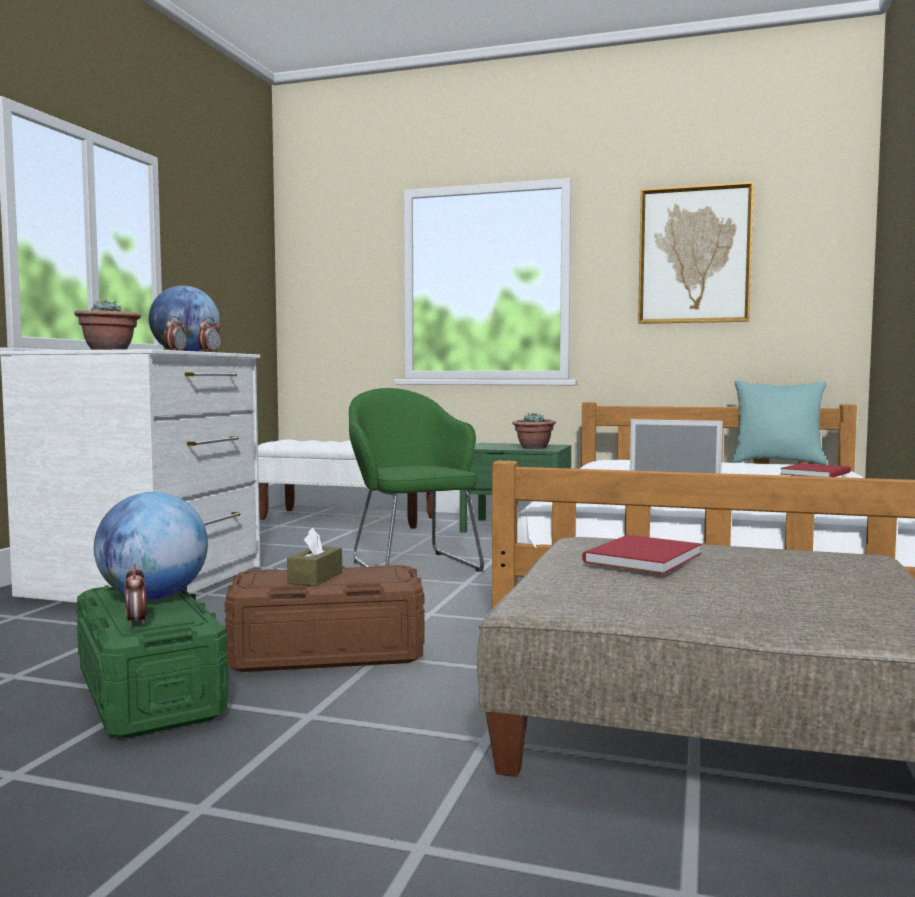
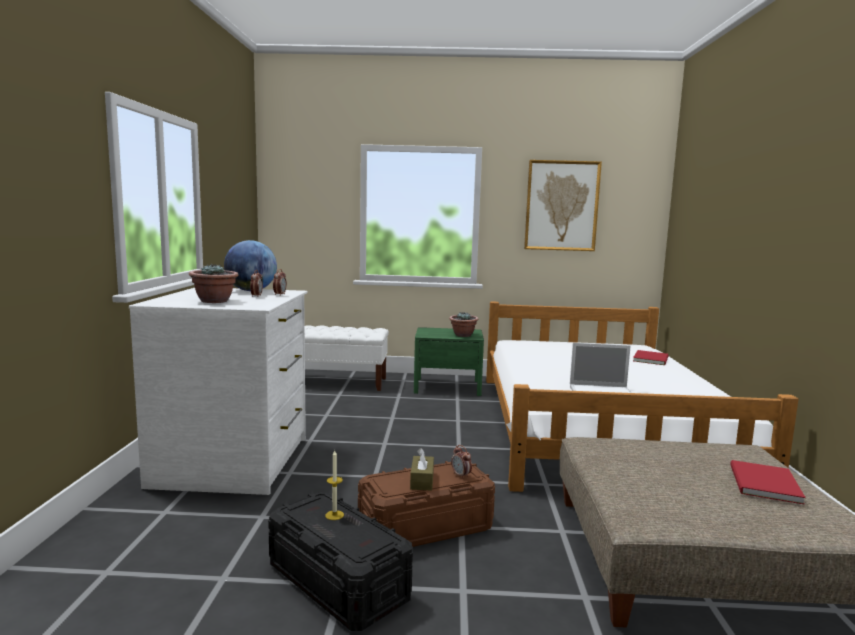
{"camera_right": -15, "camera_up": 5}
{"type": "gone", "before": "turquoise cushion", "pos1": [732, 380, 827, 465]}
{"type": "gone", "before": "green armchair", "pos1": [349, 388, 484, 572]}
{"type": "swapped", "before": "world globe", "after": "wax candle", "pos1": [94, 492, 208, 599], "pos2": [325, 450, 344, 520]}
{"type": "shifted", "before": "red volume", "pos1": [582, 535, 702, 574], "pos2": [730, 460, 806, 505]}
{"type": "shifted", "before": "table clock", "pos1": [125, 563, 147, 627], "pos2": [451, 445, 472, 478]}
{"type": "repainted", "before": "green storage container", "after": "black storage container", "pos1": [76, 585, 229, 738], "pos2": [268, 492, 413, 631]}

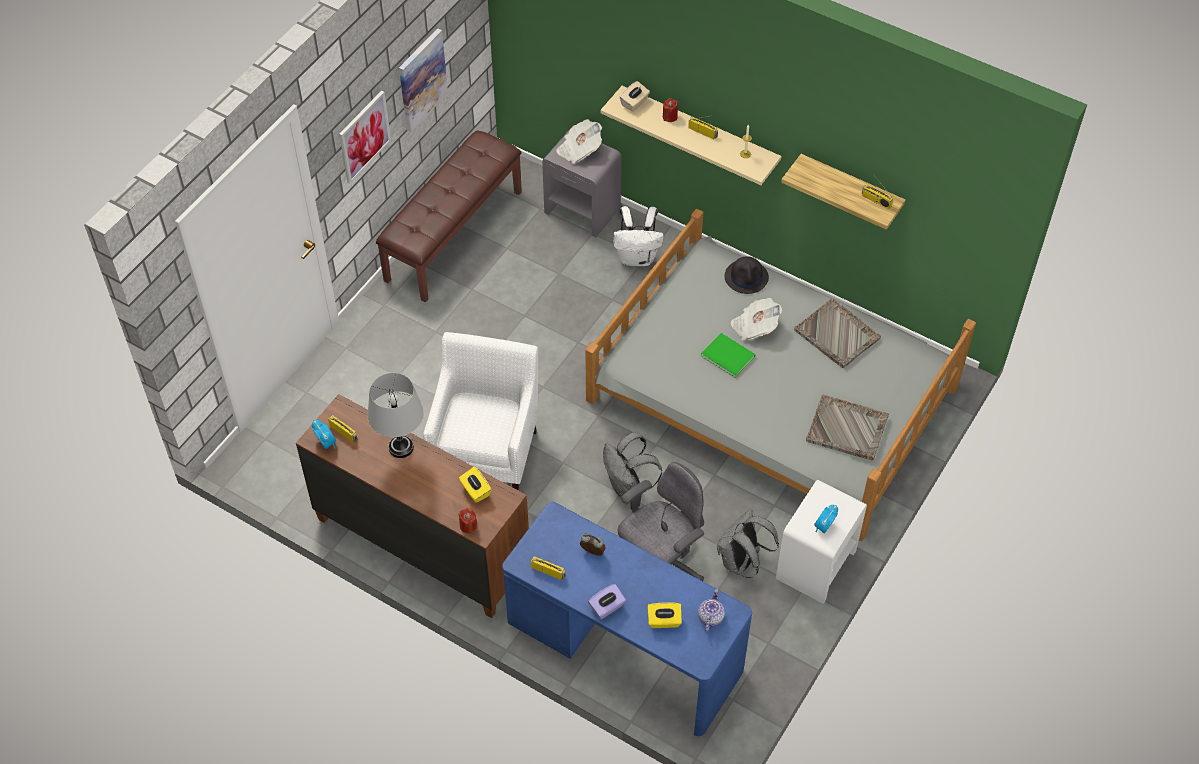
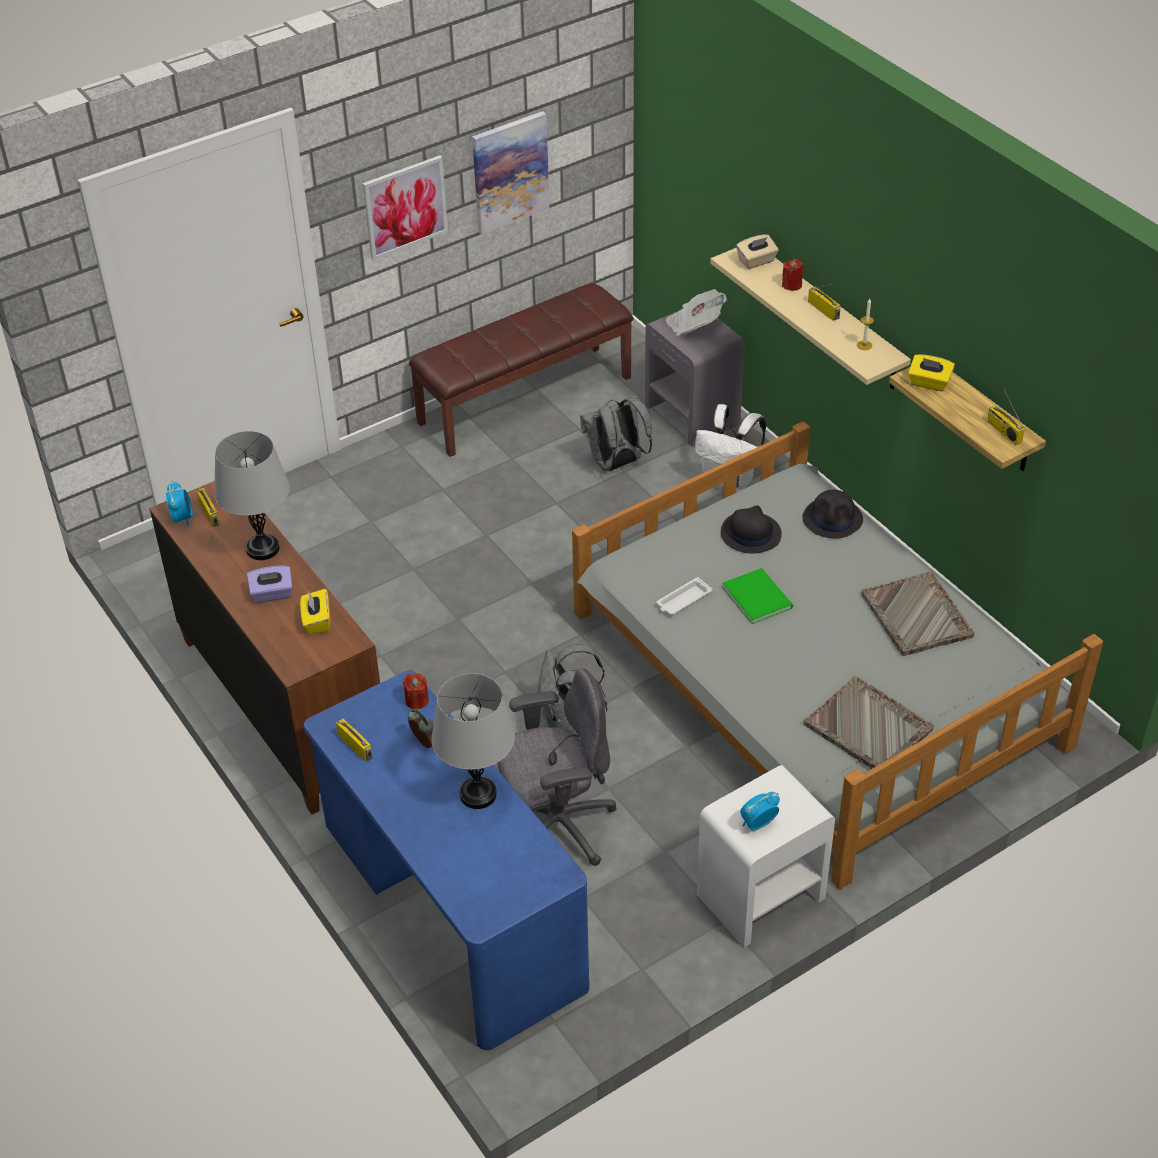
{"camera_right": 25, "camera_up": -10}
{"type": "gone", "before": "newspaper", "pos1": [730, 298, 782, 341]}
{"type": "gone", "before": "white armchair", "pos1": [423, 332, 538, 490]}
{"type": "shifted", "before": "red wax candle", "pos1": [459, 508, 477, 533], "pos2": [403, 673, 429, 709]}
{"type": "shifted", "before": "gray knapsack", "pos1": [717, 508, 779, 578], "pos2": [580, 396, 652, 471]}
{"type": "shifted", "before": "purple-coloured tissue holder", "pos1": [588, 584, 626, 619], "pos2": [247, 566, 293, 603]}
{"type": "gone", "before": "tea pot", "pos1": [698, 589, 725, 632]}
{"type": "shifted", "before": "yellow-coloured tissue holder", "pos1": [647, 602, 682, 628], "pos2": [908, 354, 955, 391]}
{"type": "new", "after": "black clothing hat", "pos2": [721, 505, 782, 553]}
{"type": "new", "after": "white serving tray", "pos2": [657, 577, 713, 615]}
{"type": "new", "after": "gray table lamp", "pos2": [431, 673, 515, 809]}

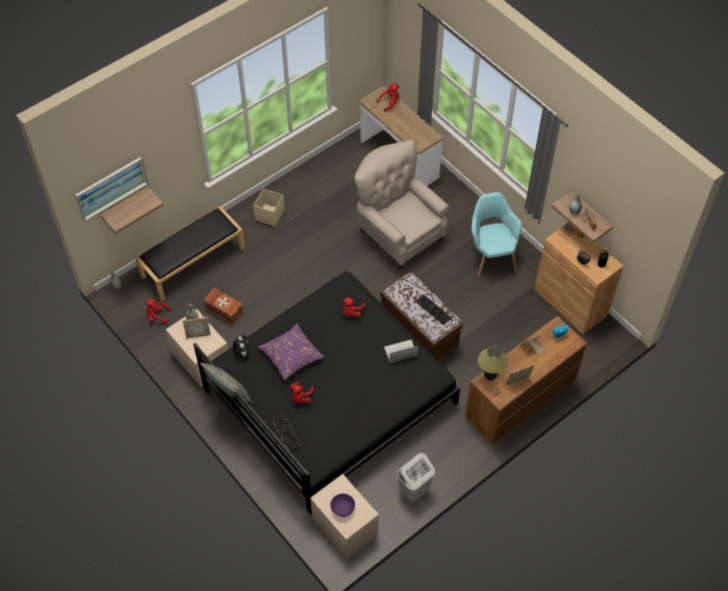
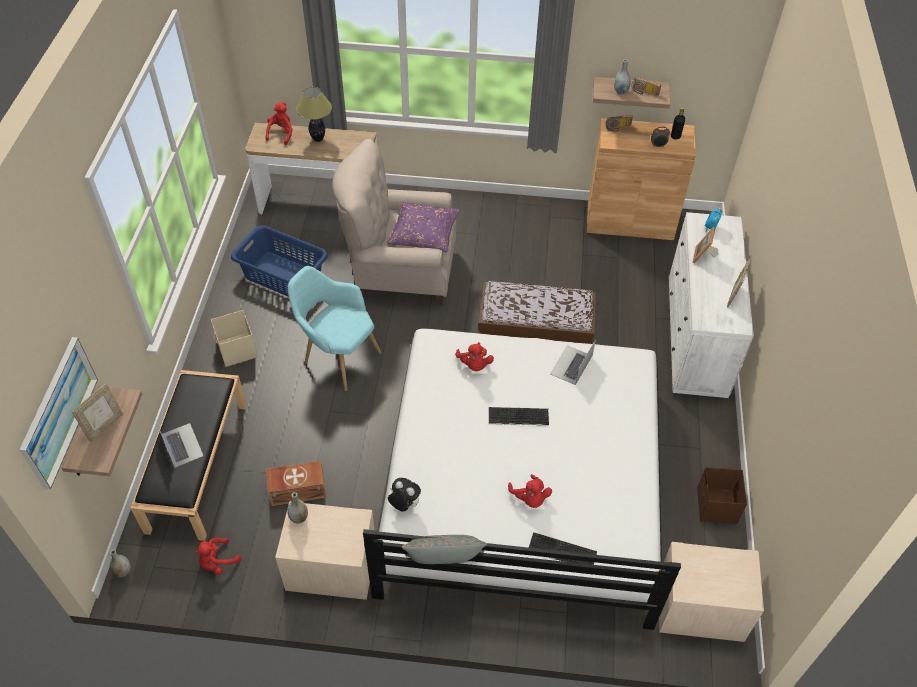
{"camera_right": -45, "camera_up": -5}
{"type": "shifted", "before": "turquoise armchair", "pos1": [471, 192, 522, 278], "pos2": [288, 266, 381, 391]}
{"type": "repainted", "before": "black bed", "after": "white bed", "pos1": [193, 271, 460, 515], "pos2": [363, 329, 681, 630]}
{"type": "shifted", "before": "PC keyboard", "pos1": [415, 294, 452, 326], "pos2": [489, 407, 549, 425]}
{"type": "repainted", "before": "brown-coloured dresser", "after": "white dresser", "pos1": [465, 316, 587, 445], "pos2": [669, 212, 754, 398]}
{"type": "shifted", "before": "standing frame", "pos1": [183, 317, 211, 338], "pos2": [72, 383, 123, 442]}
{"type": "shifted", "before": "purple-coloured cushion", "pos1": [258, 324, 324, 381], "pos2": [387, 201, 460, 252]}
{"type": "shifted", "before": "table lamp", "pos1": [478, 346, 508, 380], "pos2": [296, 87, 332, 142]}
{"type": "swapped", "before": "white laundry basket", "after": "brown-coloured storage container", "pos1": [397, 453, 435, 502], "pos2": [697, 467, 747, 524]}
{"type": "gone", "before": "purple-coloured serving bowl", "pos1": [330, 493, 355, 517]}
{"type": "new", "after": "bluish laundry basket", "pos2": [231, 225, 328, 297]}
{"type": "new", "after": "portable computer", "pos2": [155, 419, 203, 467]}

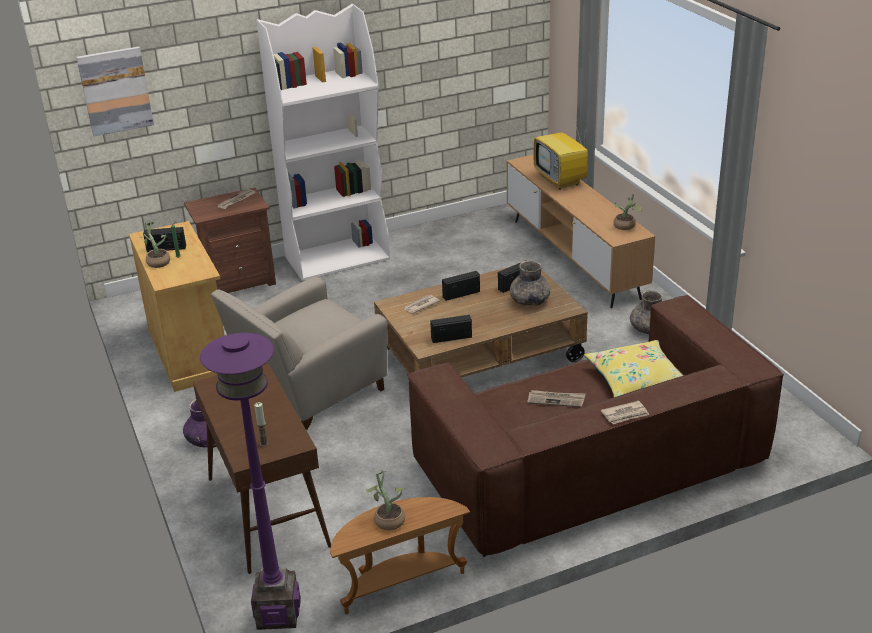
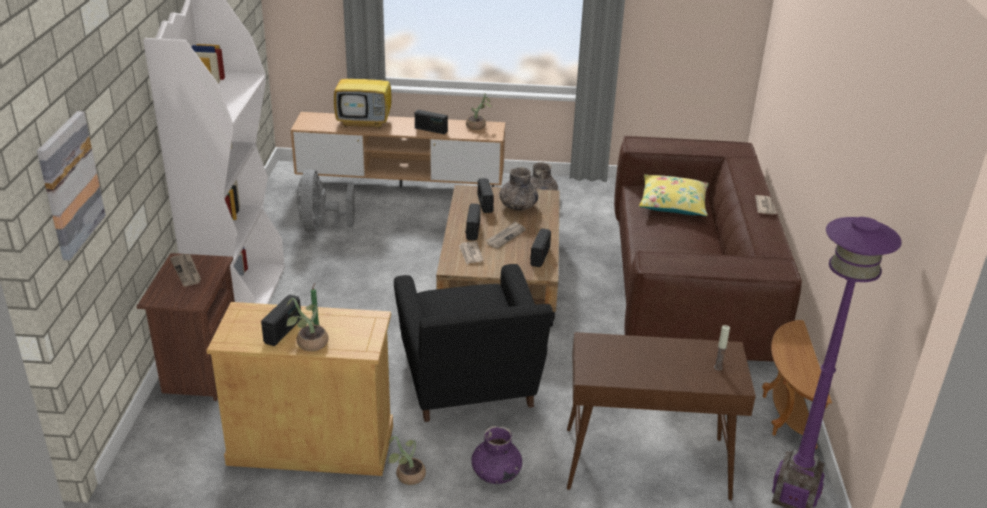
{"camera_right": -65, "camera_up": 0}
{"type": "repainted", "before": "beige armchair", "after": "black armchair", "pos1": [211, 276, 388, 430], "pos2": [394, 264, 553, 422]}
{"type": "shifted", "before": "newspaper", "pos1": [527, 390, 586, 407], "pos2": [486, 221, 526, 249]}
{"type": "shifted", "before": "potted plant", "pos1": [366, 470, 405, 530], "pos2": [388, 436, 426, 485]}
{"type": "new", "after": "radio set", "pos2": [415, 110, 448, 134]}
{"type": "new", "after": "gray fan", "pos2": [297, 169, 355, 232]}

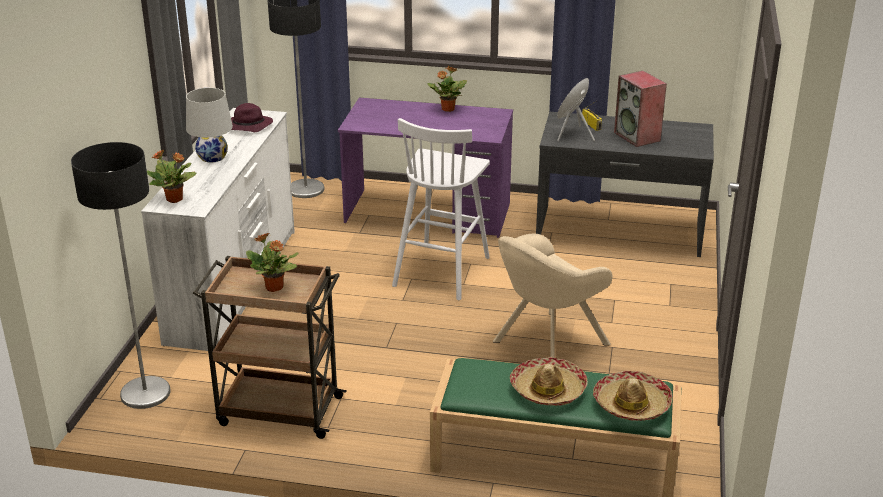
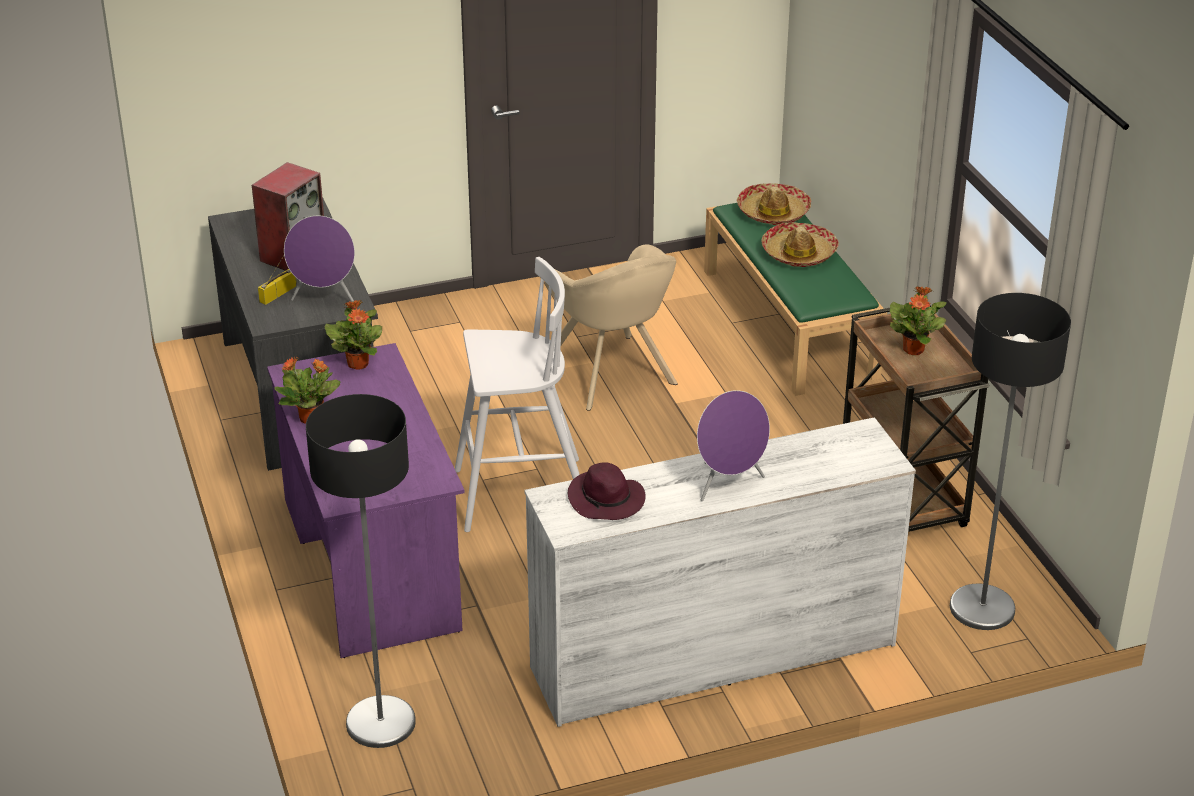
{"camera_right": -120, "camera_up": 5}
{"type": "swapped", "before": "white table lamp", "after": "purple-coloured audio speaker", "pos1": [186, 88, 233, 163], "pos2": [697, 390, 770, 501]}
{"type": "shifted", "before": "potted plant", "pos1": [147, 149, 197, 203], "pos2": [325, 300, 382, 370]}
{"type": "rotated", "before": "beige armchair", "pos1": [493, 234, 613, 358], "pos2": [545, 244, 678, 411], "turn": 45}

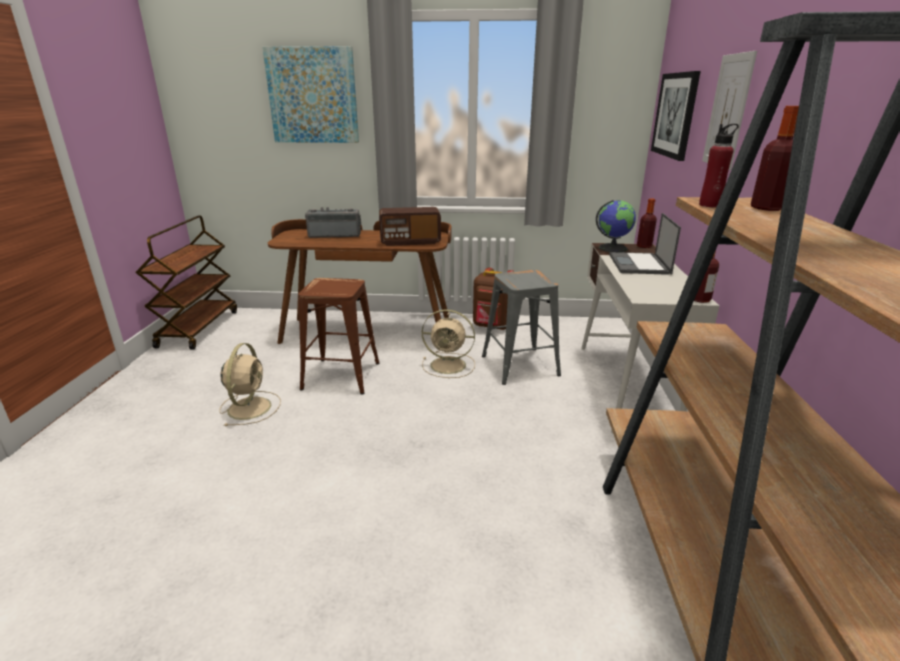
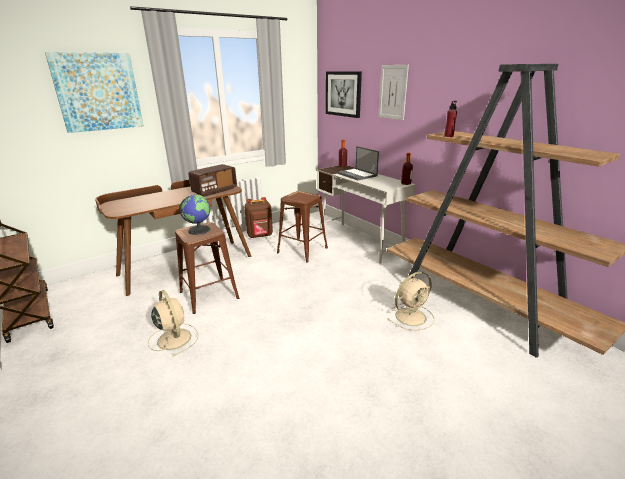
{"camera_right": -40, "camera_up": 0}
{"type": "gone", "before": "bottle", "pos1": [751, 106, 799, 211]}
{"type": "shifted", "before": "world globe", "pos1": [596, 200, 636, 252], "pos2": [179, 195, 211, 235]}
{"type": "gone", "before": "radio set", "pos1": [305, 207, 361, 238]}
{"type": "repainted", "before": "gray stool", "after": "brown-coloured stool", "pos1": [482, 270, 561, 385], "pos2": [277, 191, 328, 262]}
{"type": "shifted", "before": "beige fan", "pos1": [422, 309, 475, 378], "pos2": [388, 272, 435, 331]}

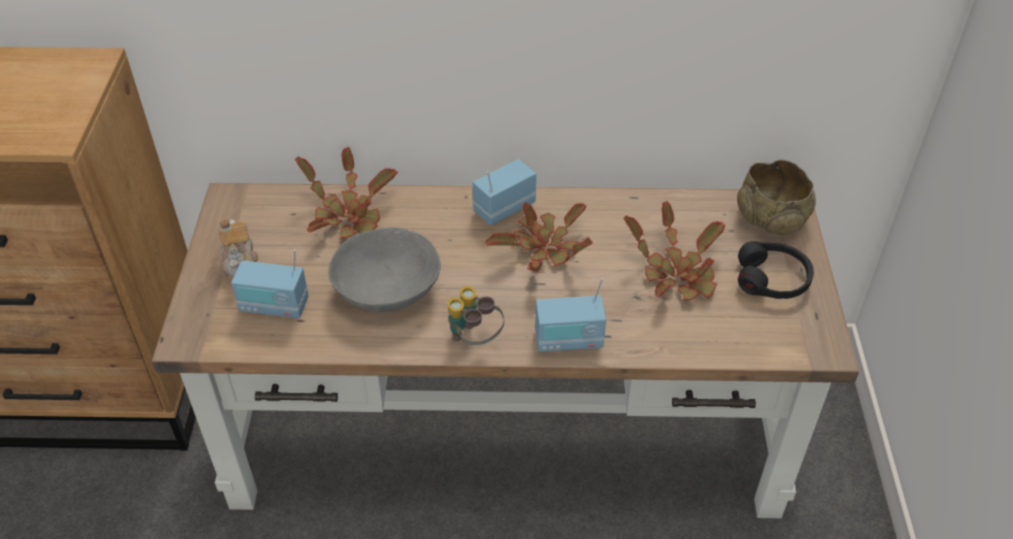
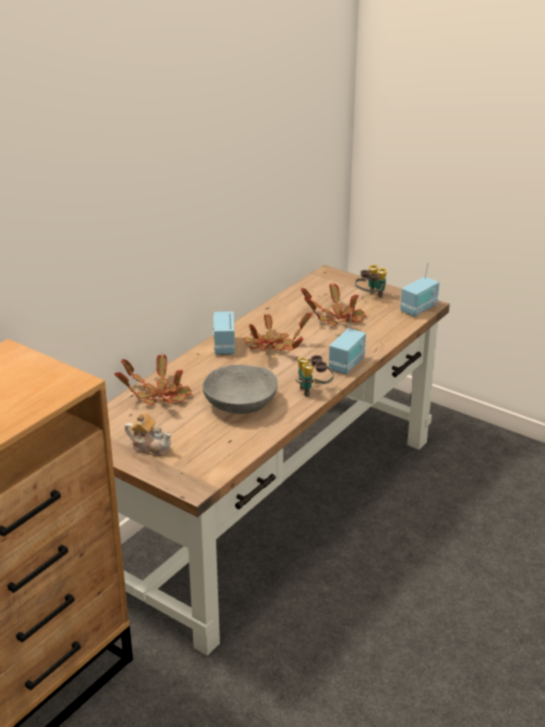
{"camera_right": -55, "camera_up": -15}
{"type": "gone", "before": "beige serving bowl", "pos1": [737, 160, 816, 235]}
{"type": "swapped", "before": "black headphones", "after": "pair of binoculars", "pos1": [738, 241, 814, 299], "pos2": [355, 265, 387, 298]}
{"type": "shifted", "before": "radio set", "pos1": [231, 250, 309, 319], "pos2": [400, 262, 439, 317]}

